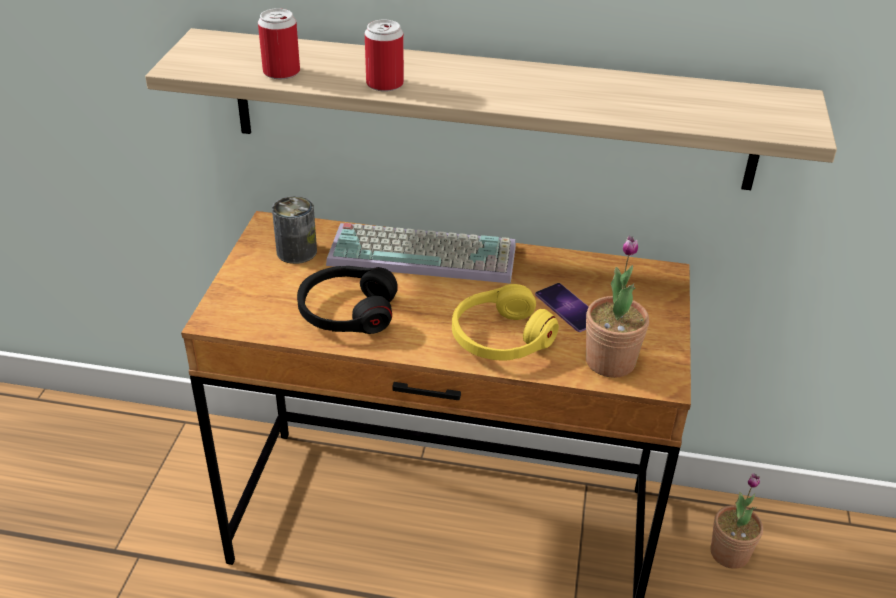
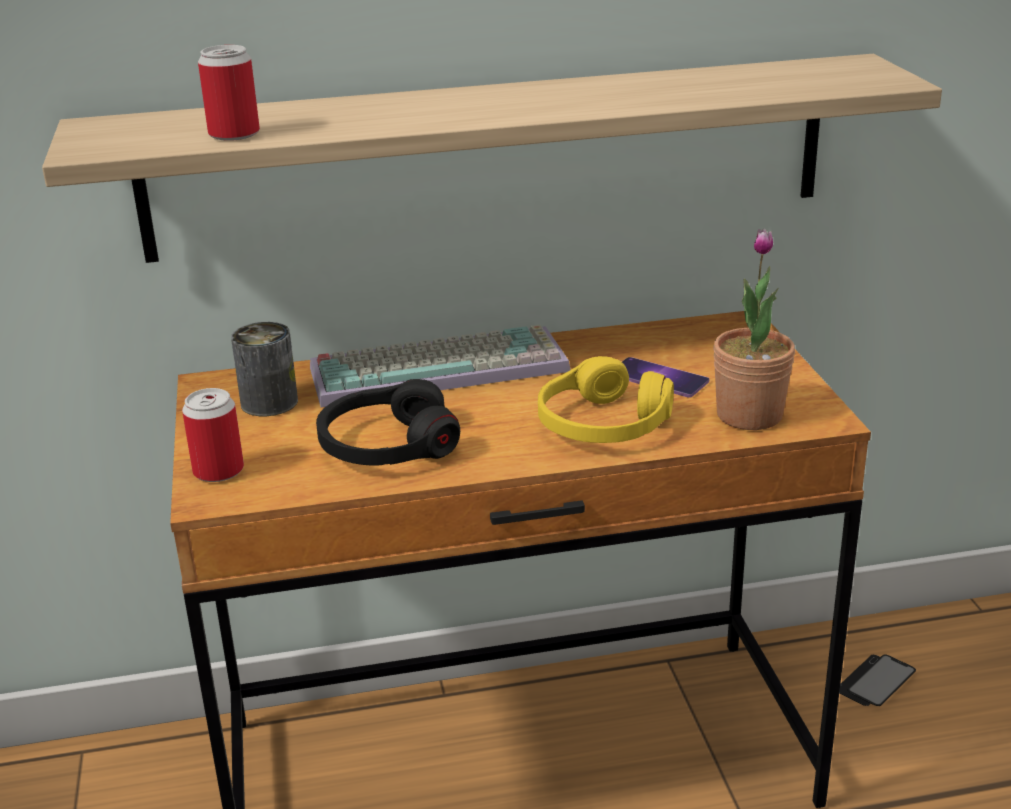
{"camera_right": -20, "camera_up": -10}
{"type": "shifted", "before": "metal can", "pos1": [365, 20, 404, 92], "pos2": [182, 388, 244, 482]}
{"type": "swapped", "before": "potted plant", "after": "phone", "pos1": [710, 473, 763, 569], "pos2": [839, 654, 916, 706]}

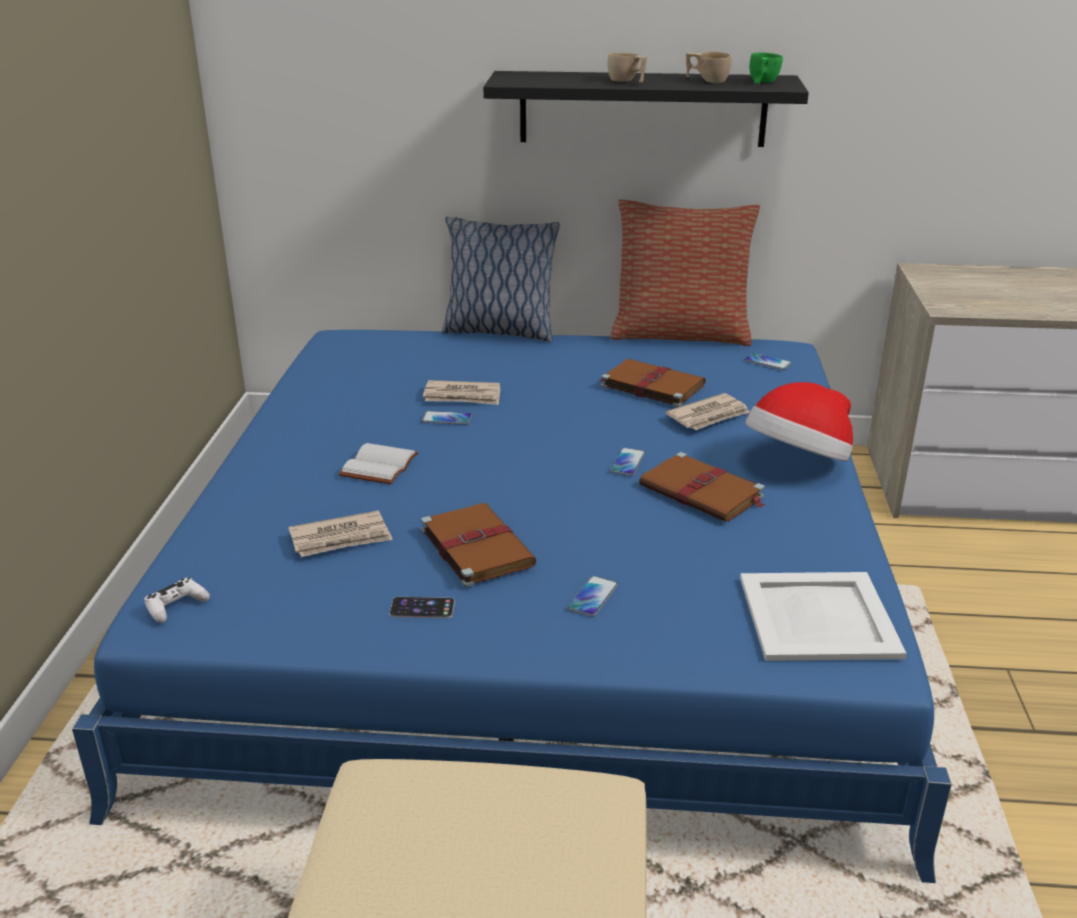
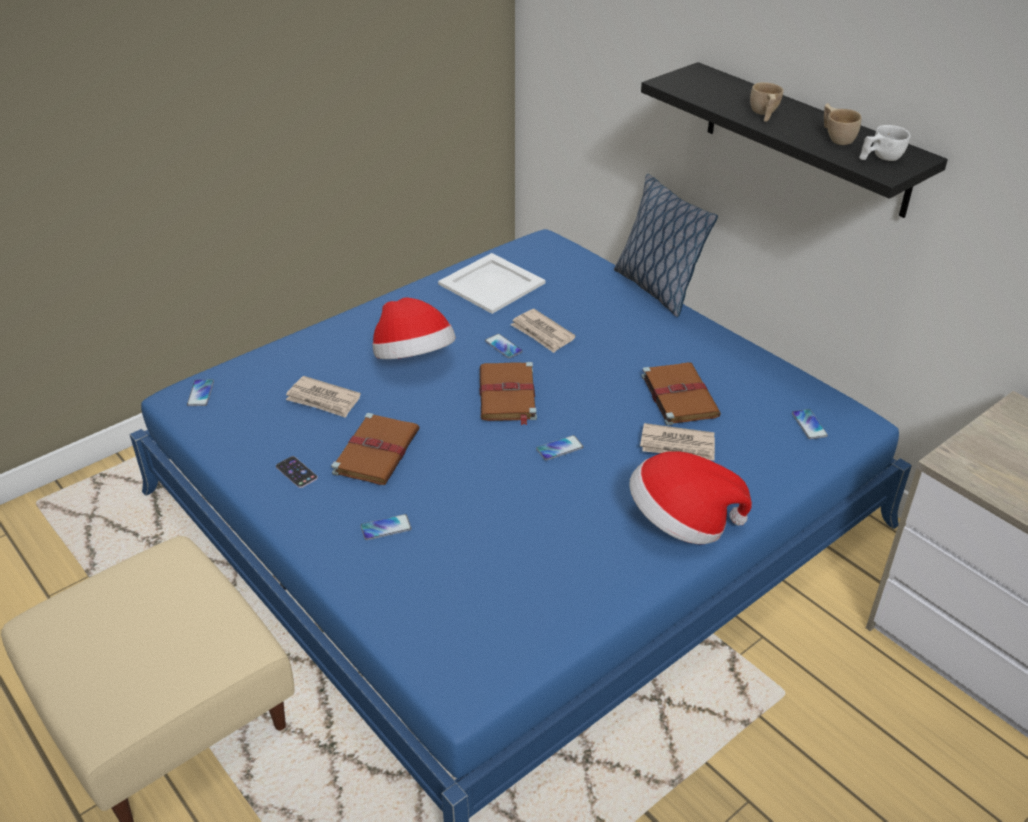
{"camera_right": 45, "camera_up": 10}
{"type": "repainted", "before": "green drinking cup", "after": "white drinking cup", "pos1": [749, 53, 783, 84], "pos2": [859, 125, 910, 161]}
{"type": "gone", "before": "cushion", "pos1": [610, 199, 760, 346]}
{"type": "swapped", "before": "white volume", "after": "clothing hat", "pos1": [339, 443, 418, 484], "pos2": [372, 297, 456, 359]}
{"type": "shifted", "before": "brown-coloured volume", "pos1": [639, 452, 765, 522], "pos2": [480, 362, 537, 425]}
{"type": "shifted", "before": "white serving tray", "pos1": [740, 572, 907, 661], "pos2": [438, 253, 546, 314]}
{"type": "swapped", "before": "white game controller", "after": "phone", "pos1": [145, 577, 210, 623], "pos2": [187, 379, 214, 406]}

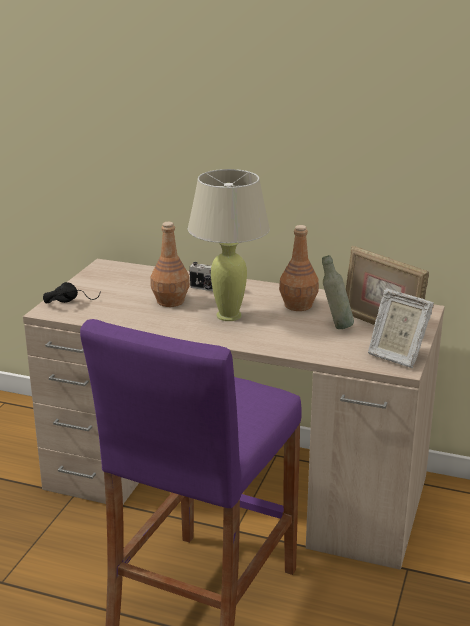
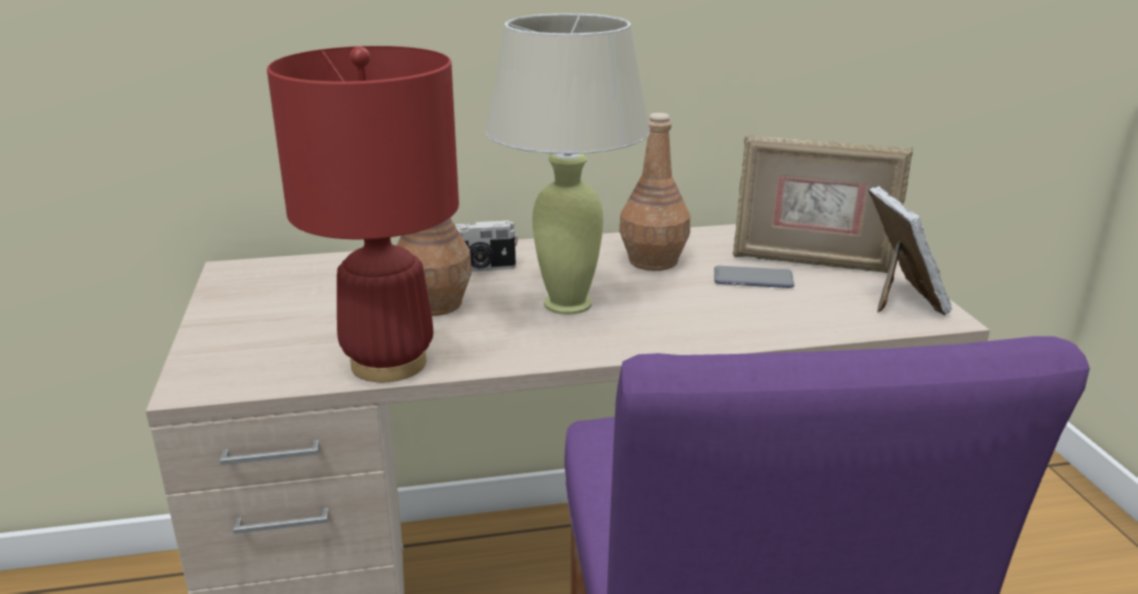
{"camera_right": -30, "camera_up": 0}
{"type": "swapped", "before": "gray bottle", "after": "phone", "pos1": [322, 255, 354, 329], "pos2": [714, 266, 794, 288]}
{"type": "gone", "before": "black headphones", "pos1": [43, 282, 101, 304]}
{"type": "rotated", "before": "standing frame", "pos1": [368, 289, 434, 368], "pos2": [868, 186, 953, 316], "turn": -105}
{"type": "new", "after": "red table lamp", "pos2": [267, 46, 459, 382]}

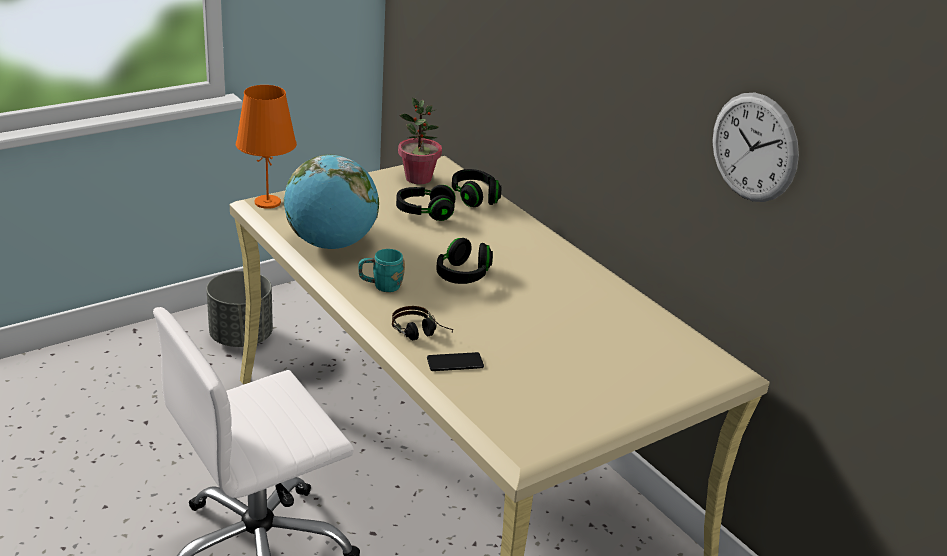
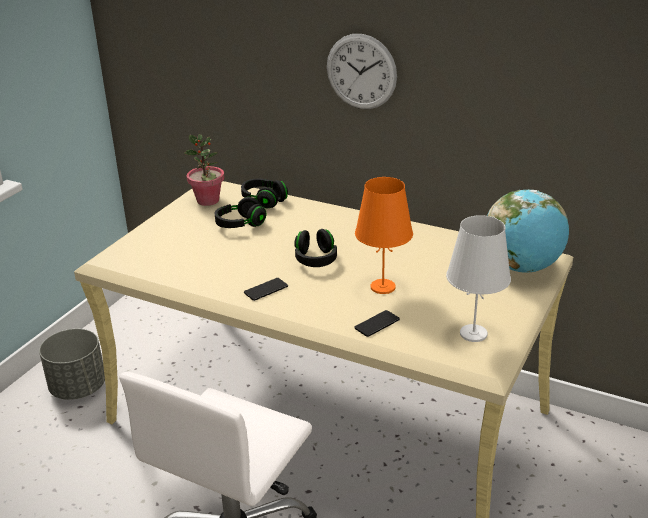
{"camera_right": -25, "camera_up": 0}
{"type": "shifted", "before": "orangey table lamp", "pos1": [236, 85, 297, 209], "pos2": [355, 177, 413, 294]}
{"type": "shifted", "before": "wall clock", "pos1": [712, 93, 799, 202], "pos2": [327, 34, 397, 109]}
{"type": "shifted", "before": "world globe", "pos1": [284, 155, 379, 249], "pos2": [487, 189, 569, 272]}
{"type": "swapped", "before": "turquoise tea mug", "after": "phone", "pos1": [358, 249, 405, 292], "pos2": [244, 278, 288, 301]}
{"type": "gone", "before": "headphones", "pos1": [392, 306, 453, 340]}
{"type": "new", "after": "white table lamp", "pos2": [446, 215, 511, 342]}

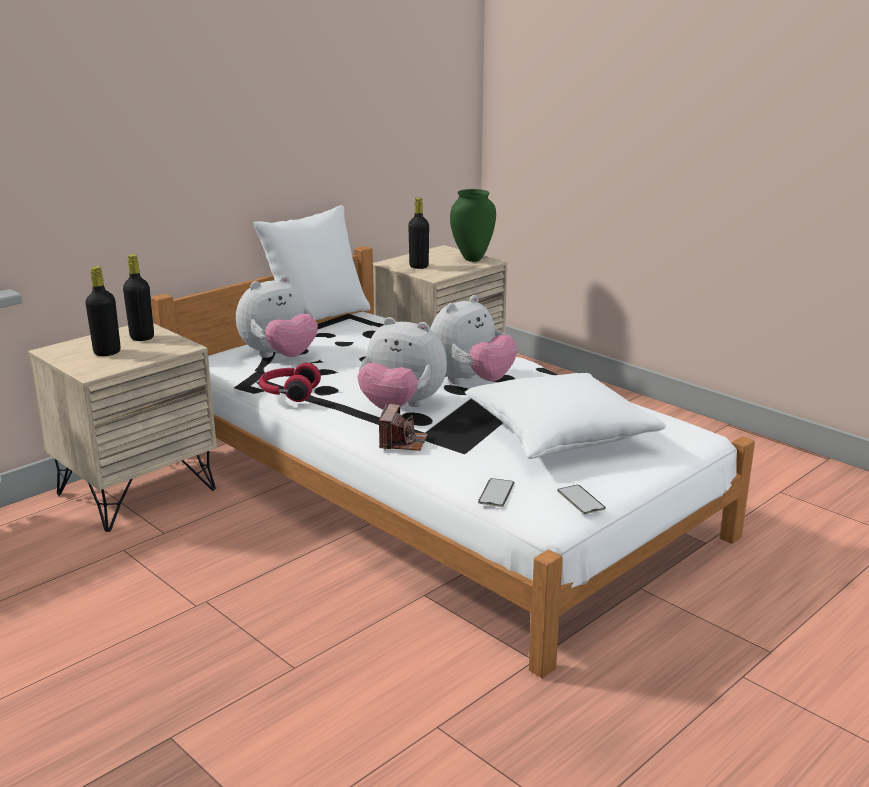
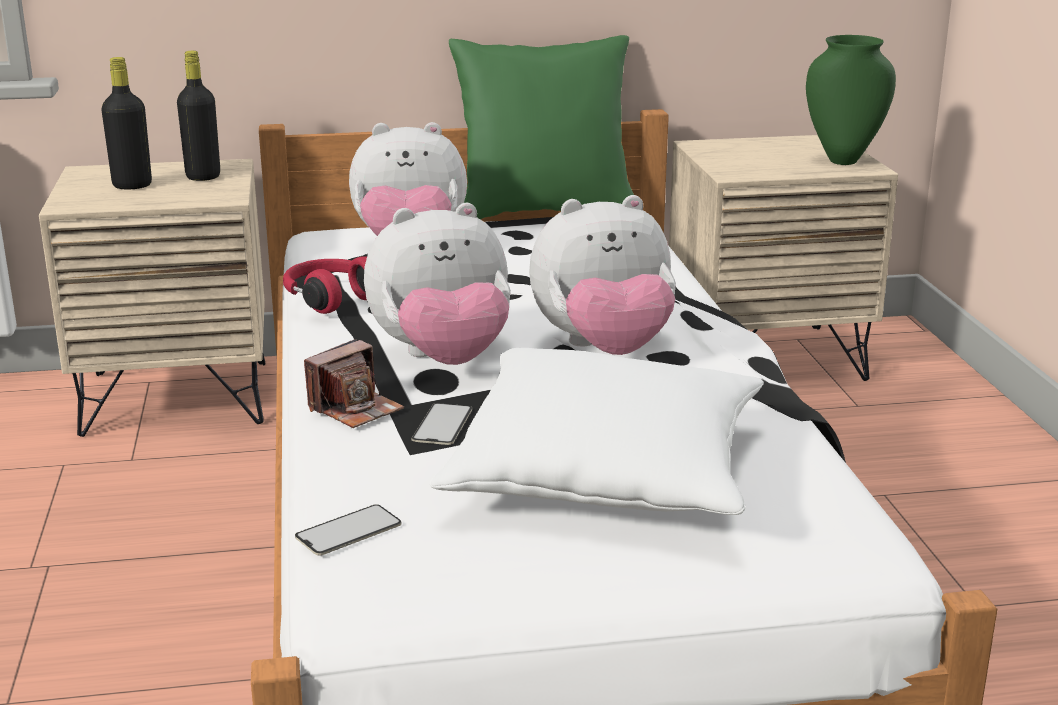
{"camera_right": 35, "camera_up": 0}
{"type": "gone", "before": "black bottle", "pos1": [408, 198, 429, 269]}
{"type": "repainted", "before": "white cushion", "after": "green cushion", "pos1": [254, 205, 370, 320], "pos2": [449, 35, 634, 220]}
{"type": "rotated", "before": "cuddly toy", "pos1": [357, 317, 447, 409], "pos2": [364, 203, 511, 365], "turn": -75}
{"type": "shifted", "before": "phone", "pos1": [557, 485, 606, 514], "pos2": [412, 403, 472, 445]}

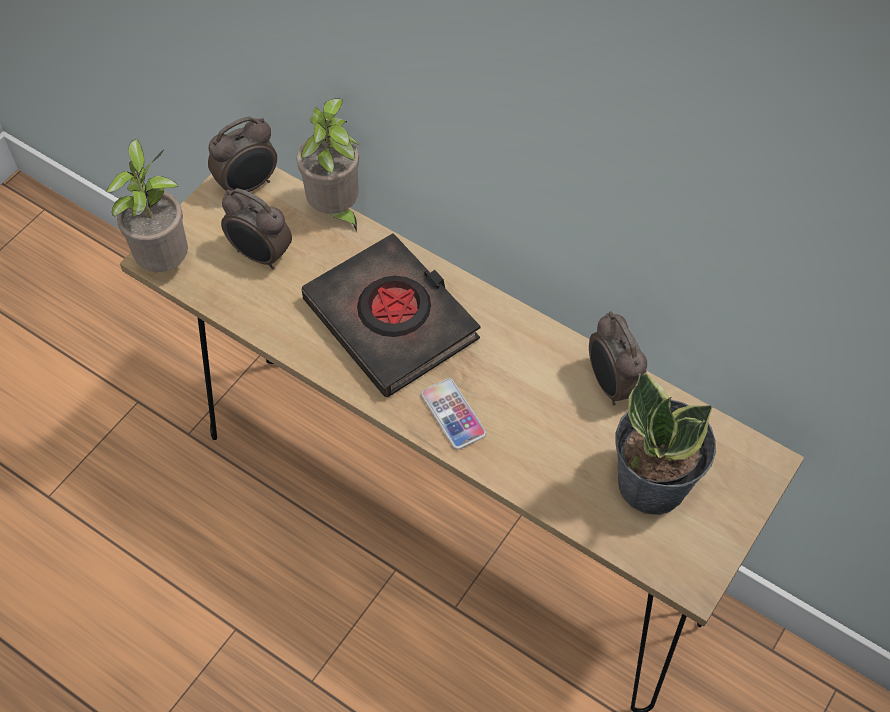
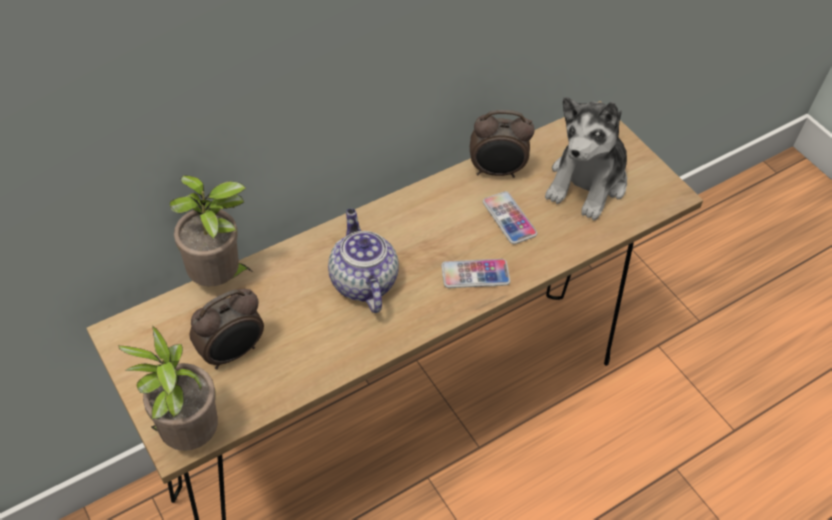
{"camera_right": -70, "camera_up": -5}
{"type": "gone", "before": "table clock", "pos1": [208, 117, 277, 192]}
{"type": "swapped", "before": "black volume", "after": "tea pot", "pos1": [302, 233, 480, 398], "pos2": [328, 209, 399, 313]}
{"type": "swapped", "before": "potted plant", "after": "cuddly toy", "pos1": [615, 372, 716, 515], "pos2": [545, 97, 627, 220]}
{"type": "new", "after": "phone", "pos2": [483, 191, 537, 244]}

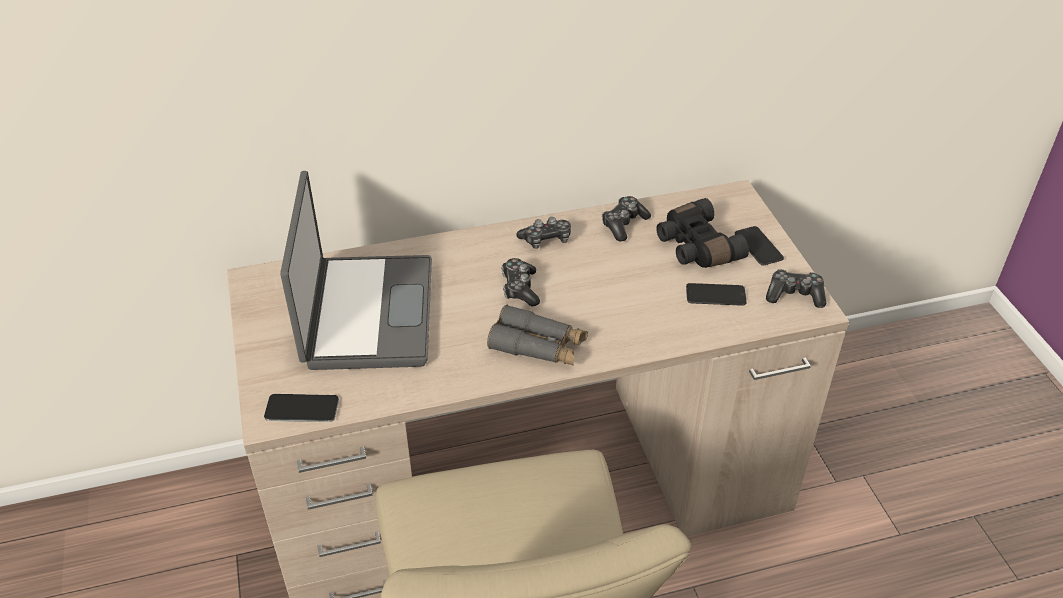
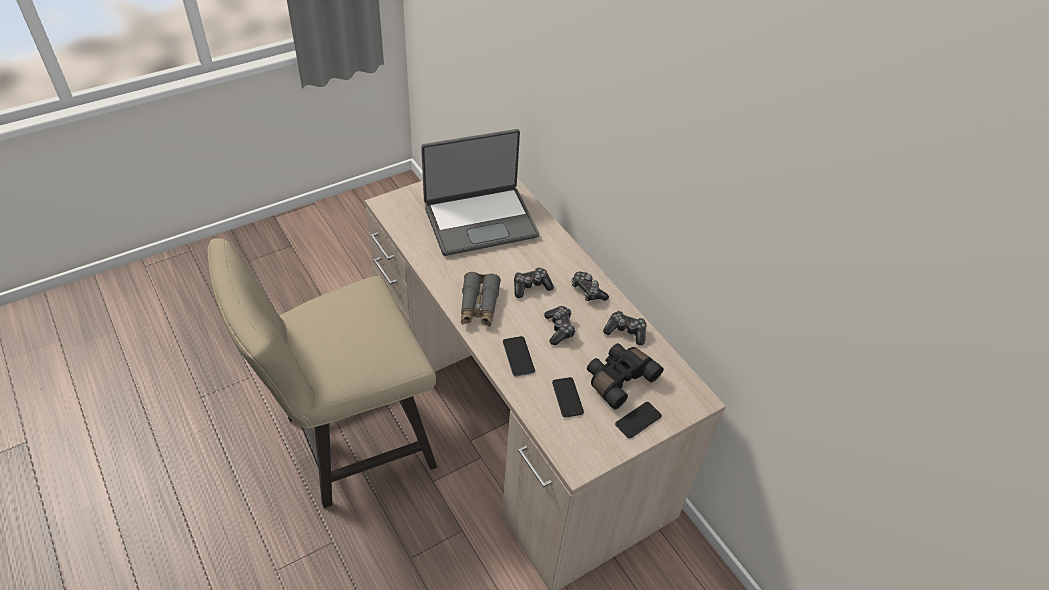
{"camera_right": 70, "camera_up": 5}
{"type": "shifted", "before": "game controller", "pos1": [766, 269, 826, 308], "pos2": [544, 306, 576, 345]}
{"type": "shifted", "before": "phone", "pos1": [264, 394, 339, 422], "pos2": [503, 336, 535, 377]}

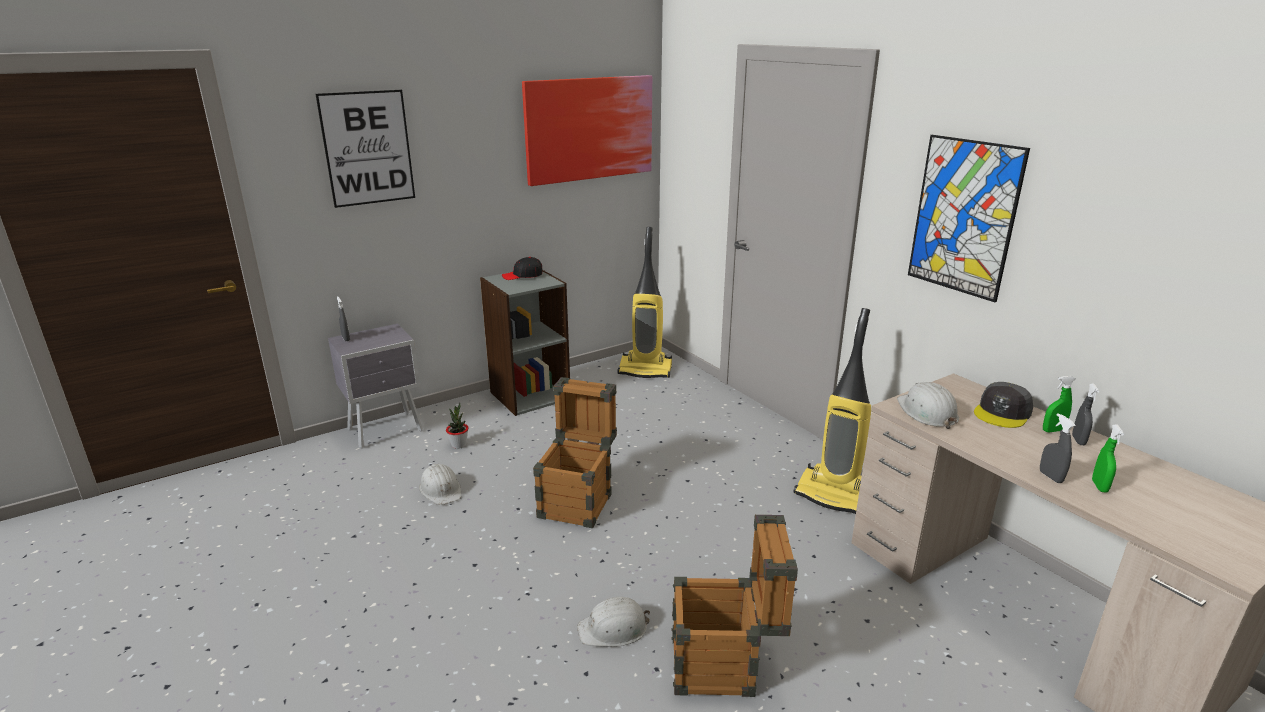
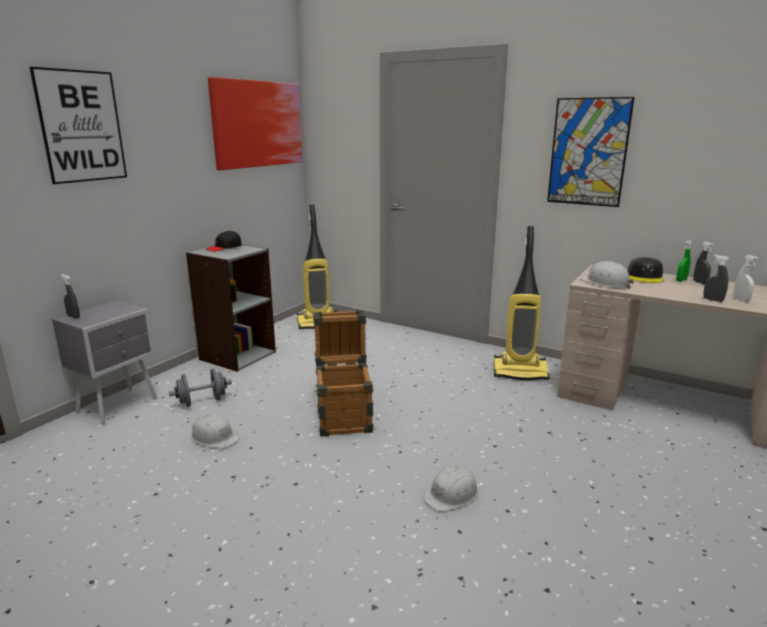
{"camera_right": -25, "camera_up": -5}
{"type": "swapped", "before": "potted plant", "after": "gray free weight", "pos1": [446, 403, 469, 449], "pos2": [169, 369, 232, 407]}
{"type": "repainted", "before": "green sprayer", "after": "white sprayer", "pos1": [1092, 424, 1124, 493], "pos2": [733, 255, 758, 302]}
{"type": "gone", "before": "crate", "pos1": [672, 515, 798, 697]}

